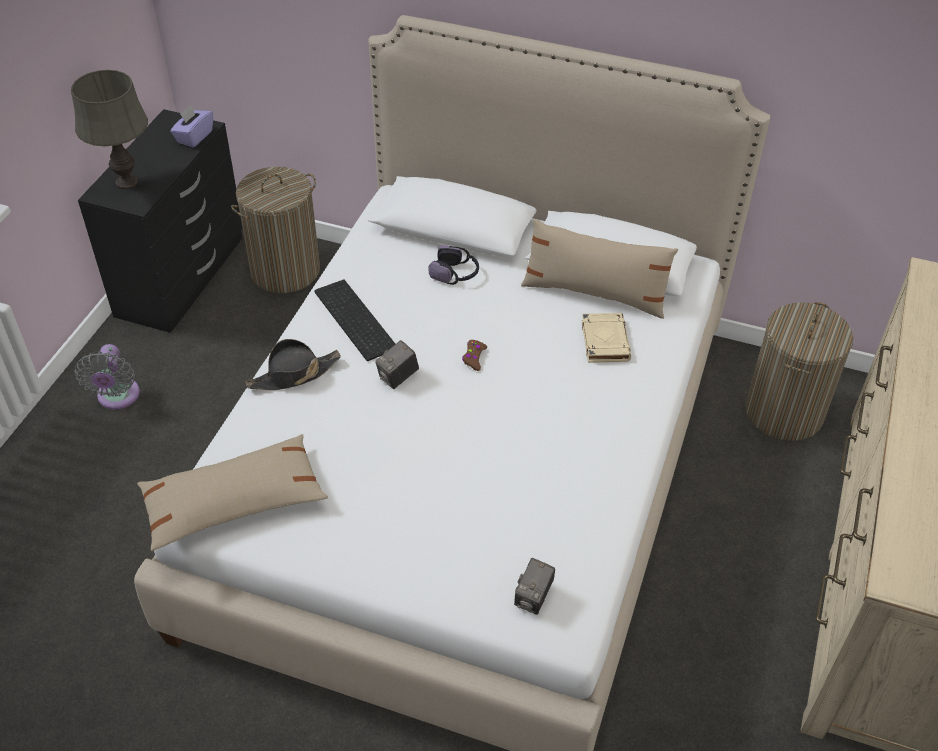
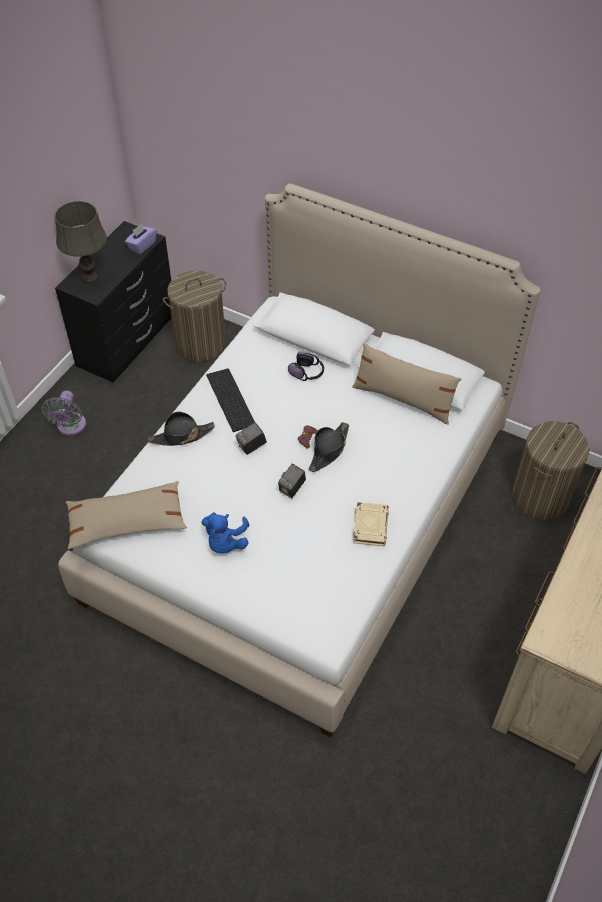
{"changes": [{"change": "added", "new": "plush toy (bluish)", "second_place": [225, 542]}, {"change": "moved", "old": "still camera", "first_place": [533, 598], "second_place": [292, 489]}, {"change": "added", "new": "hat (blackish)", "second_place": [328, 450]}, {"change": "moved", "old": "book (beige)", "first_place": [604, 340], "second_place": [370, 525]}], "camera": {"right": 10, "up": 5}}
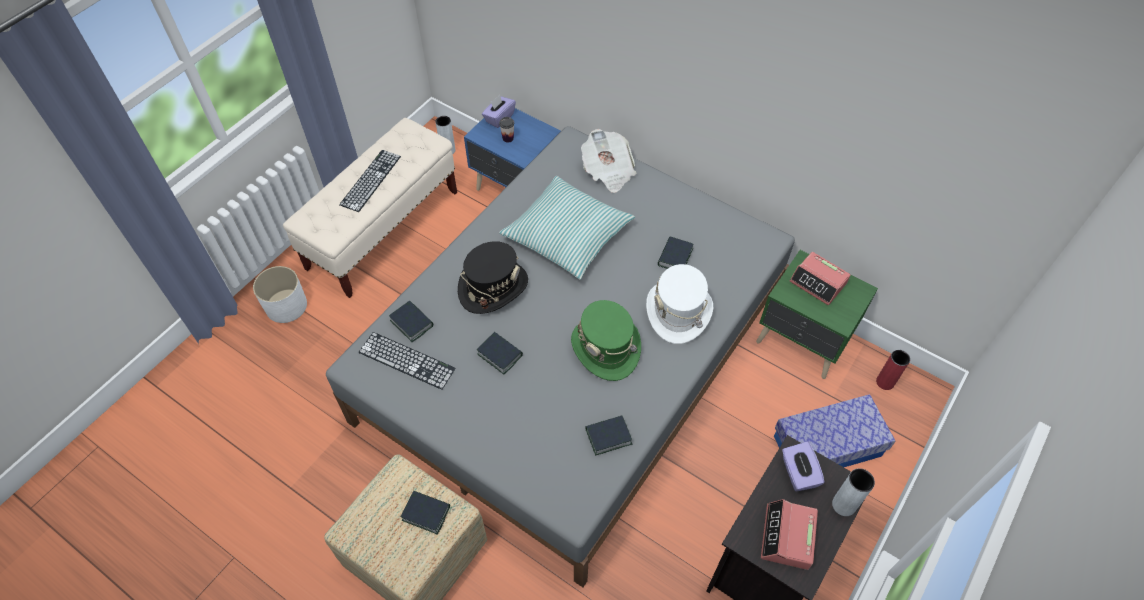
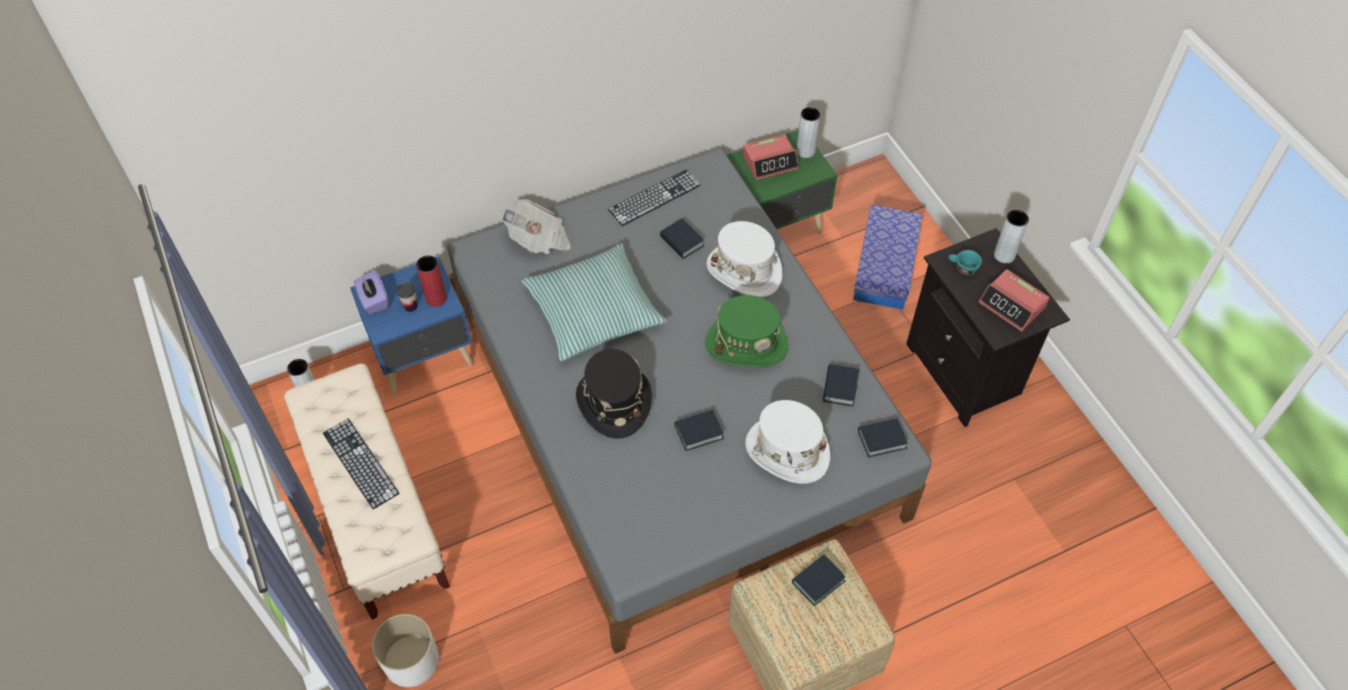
{"changes": [{"change": "moved", "old": "decorative vase (red)", "first_place": [885, 382], "second_place": [436, 298]}, {"change": "moved", "old": "keyboard", "first_place": [407, 360], "second_place": [654, 197]}, {"change": "added", "new": "hat (whitish)", "second_place": [787, 451]}, {"change": "added", "new": "decorative vase (gray)", "second_place": [805, 151]}, {"change": "moved", "old": "book", "first_place": [412, 323], "second_place": [881, 439]}, {"change": "replaced", "old": "tissue holder (purple-coloured)", "new": "cup (turquoise)", "first_place": [798, 473], "second_place": [962, 268]}], "camera": {"right": -60, "up": 0}}
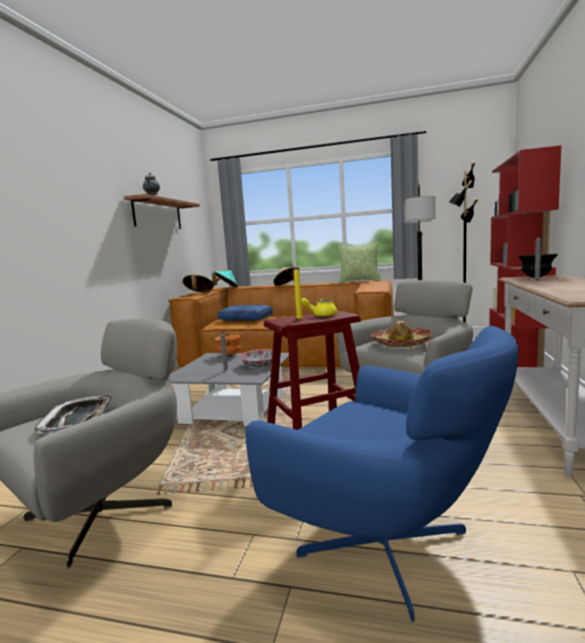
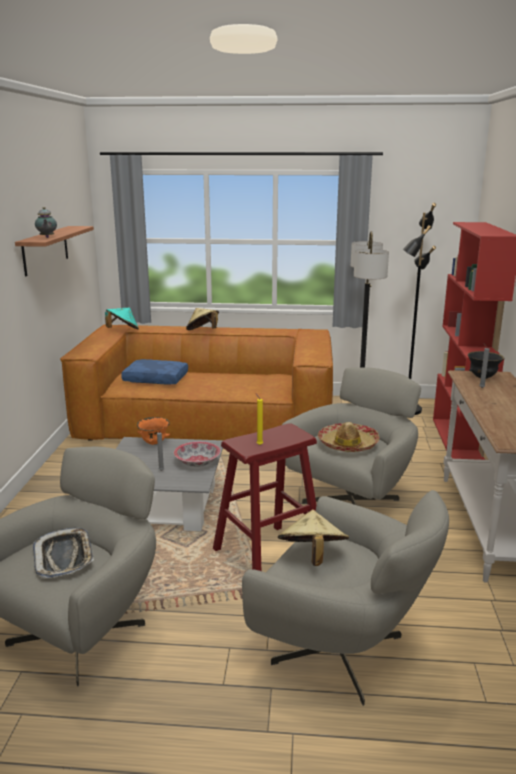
{"changes": [{"change": "recoloured", "old": "armchair (bluish)", "new": "armchair (gray)", "first_place": [389, 548], "second_place": [343, 653]}, {"change": "moved", "old": "hat (beige)", "first_place": [199, 293], "second_place": [312, 556]}, {"change": "removed", "old": "tea pot (yellow-coloured)", "first_place": [321, 315]}, {"change": "removed", "old": "cushion", "first_place": [359, 281]}], "camera": {"right": -10, "up": 10}}
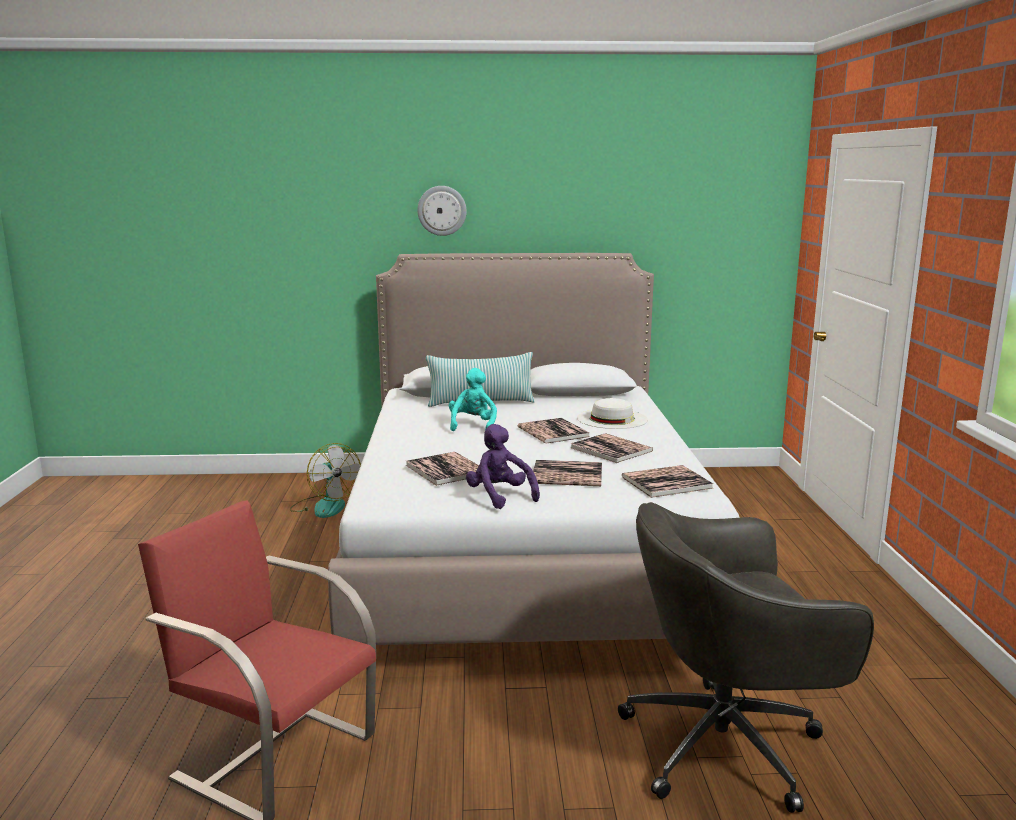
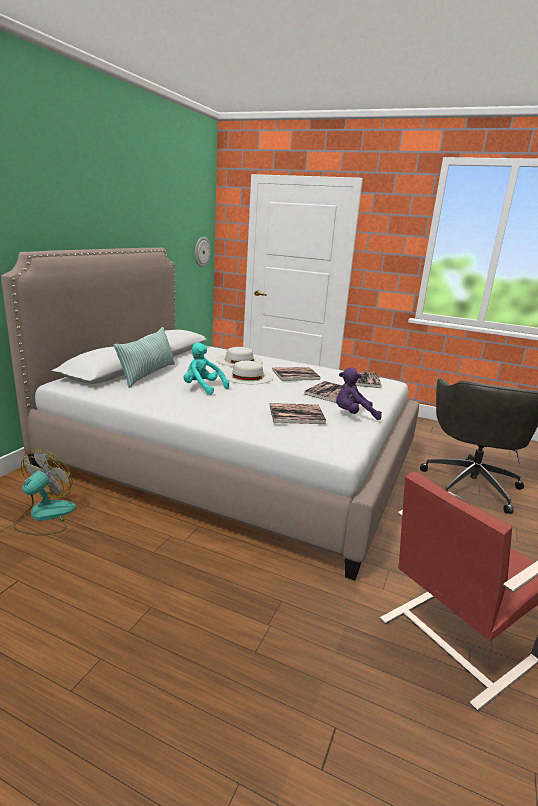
{"changes": [{"change": "turned", "old": "fan", "first_place": [325, 506], "second_place": [45, 516], "degrees": -60}, {"change": "moved", "old": "wall clock", "first_place": [442, 210], "second_place": [201, 252]}, {"change": "replaced", "old": "book", "new": "hat (whitish)", "first_place": [553, 432], "second_place": [247, 376]}], "camera": {"right": -65, "up": 5}}
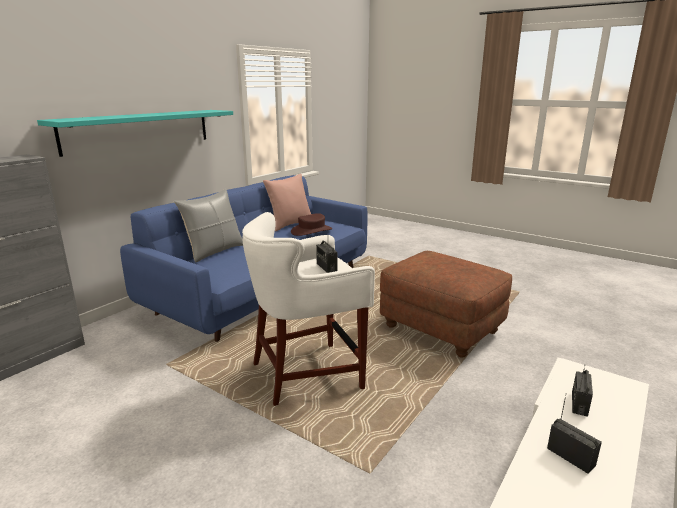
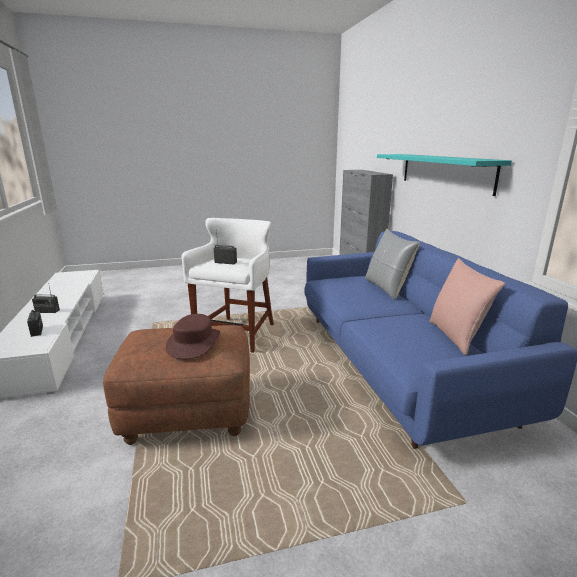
{"changes": [{"change": "moved", "old": "hat (brown)", "first_place": [311, 231], "second_place": [194, 343]}], "camera": {"right": 130, "up": 0}}
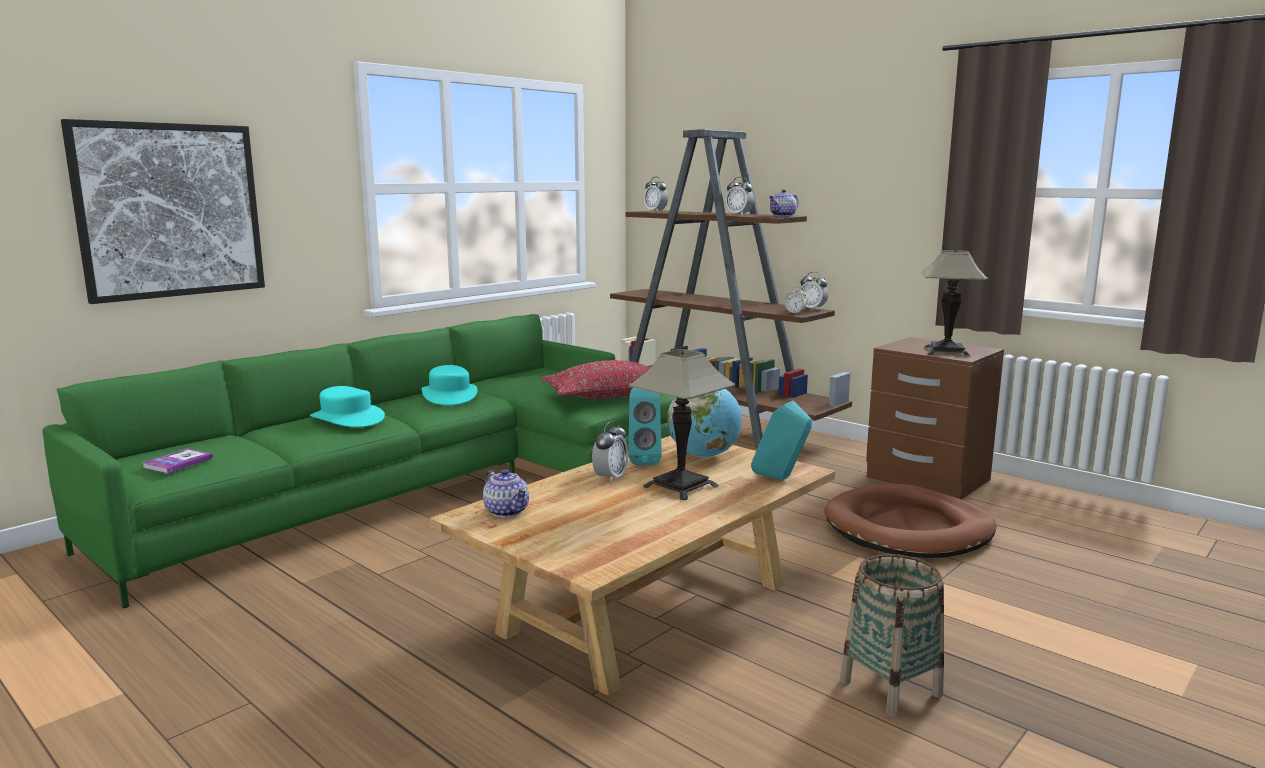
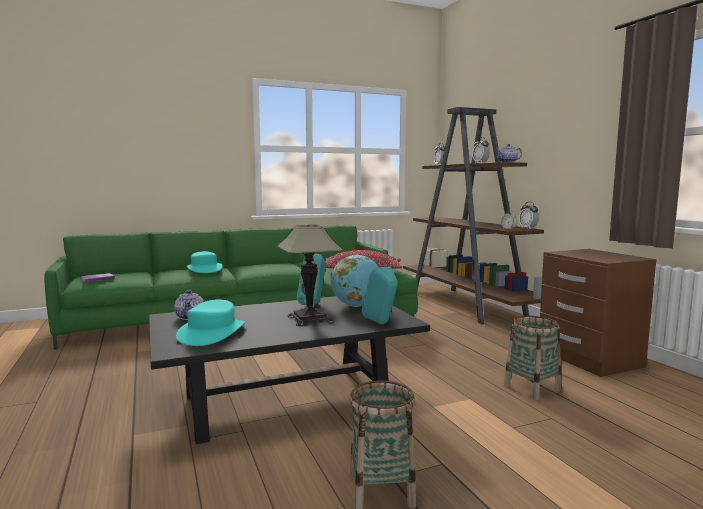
{"changes": [{"change": "recoloured", "old": "low table (beige)", "new": "low table (blackish)", "first_place": [646, 608], "second_place": [286, 400]}, {"change": "moved", "old": "hat (turquoise)", "first_place": [449, 395], "second_place": [212, 333]}, {"change": "replaced", "old": "dog bed (brown)", "new": "basket", "first_place": [908, 529], "second_place": [532, 388]}, {"change": "removed", "old": "picture", "first_place": [170, 210]}, {"change": "removed", "old": "alarm clock", "first_place": [610, 478]}, {"change": "removed", "old": "lamp for a table", "first_place": [946, 351]}], "camera": {"right": 25, "up": -5}}
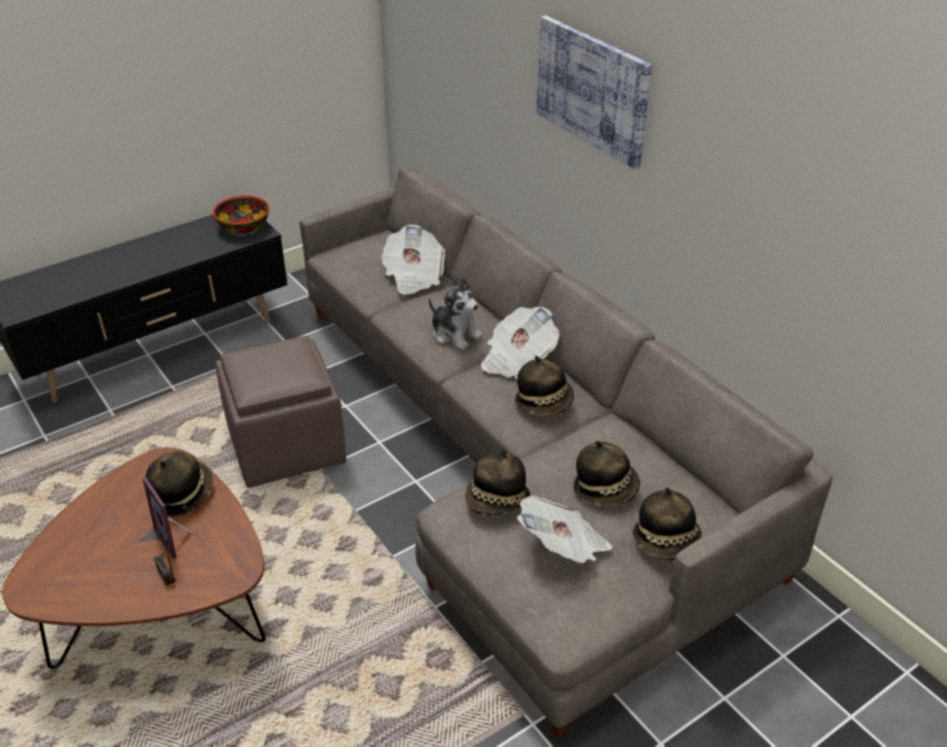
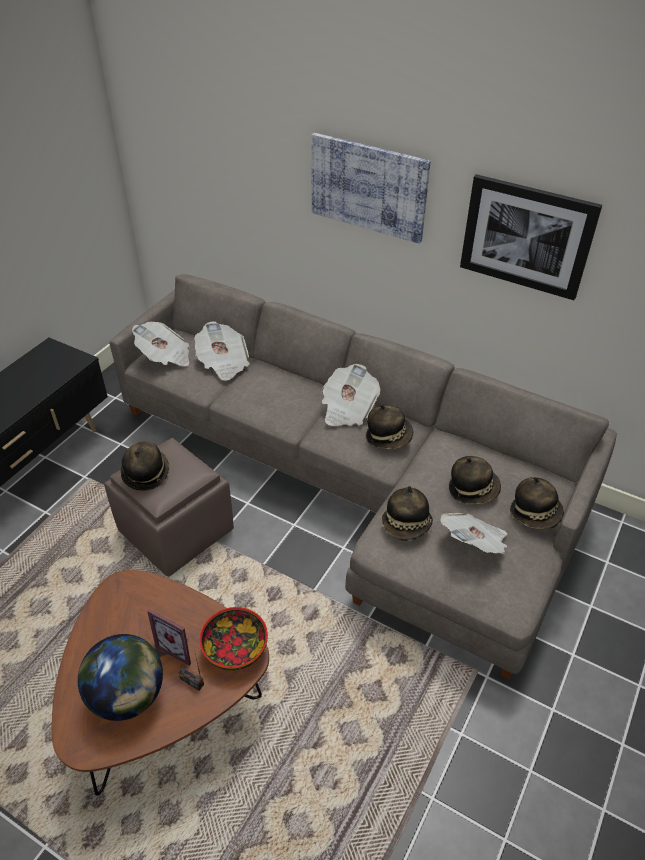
{"changes": [{"change": "added", "new": "desk globe", "second_place": [128, 696]}, {"change": "moved", "old": "hat", "first_place": [181, 493], "second_place": [146, 473]}, {"change": "added", "new": "newspaper", "second_place": [165, 356]}, {"change": "moved", "old": "deep dish", "first_place": [243, 226], "second_place": [234, 648]}, {"change": "added", "new": "picture", "second_place": [526, 236]}, {"change": "removed", "old": "plush toy", "first_place": [455, 334]}], "camera": {"right": -25, "up": 5}}
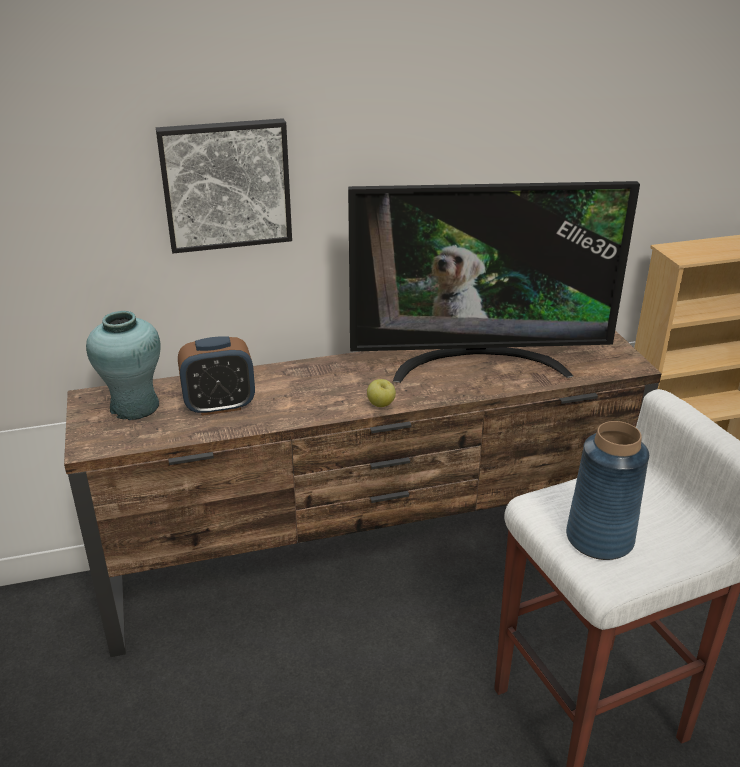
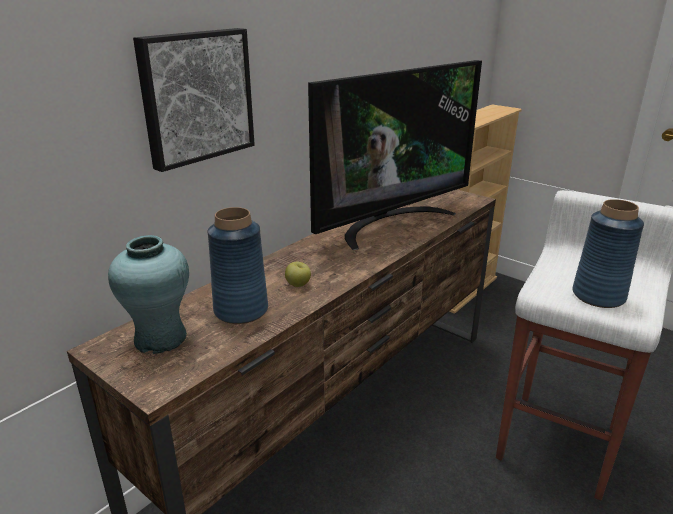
{"changes": [{"change": "replaced", "old": "alarm clock", "new": "decorative vase (bluish)", "first_place": [219, 406], "second_place": [241, 310]}, {"change": "moved", "old": "apple", "first_place": [381, 405], "second_place": [298, 285]}], "camera": {"right": -35, "up": -5}}
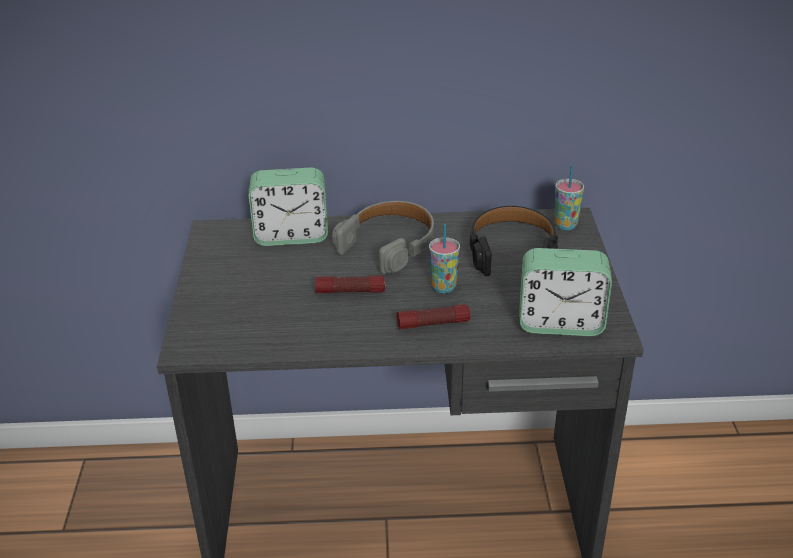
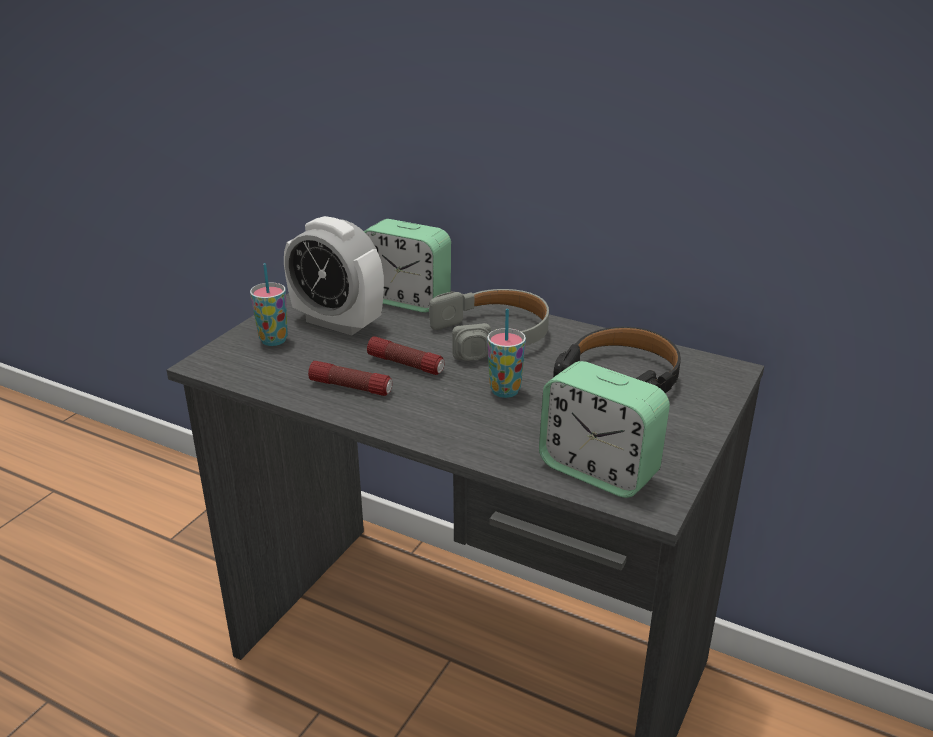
{"changes": [{"change": "moved", "old": "cup", "first_place": [565, 225], "second_place": [273, 340]}, {"change": "added", "new": "alarm clock", "second_place": [337, 322]}, {"change": "moved", "old": "torch", "first_place": [433, 324], "second_place": [351, 387]}], "camera": {"right": 30, "up": -5}}
